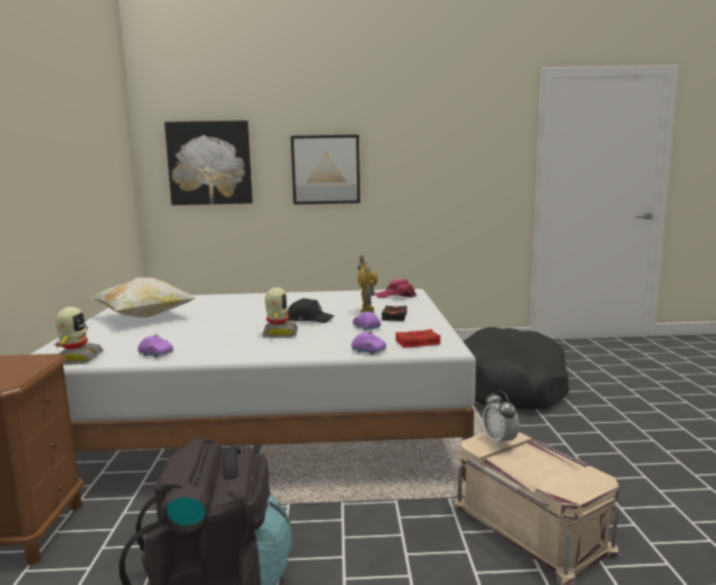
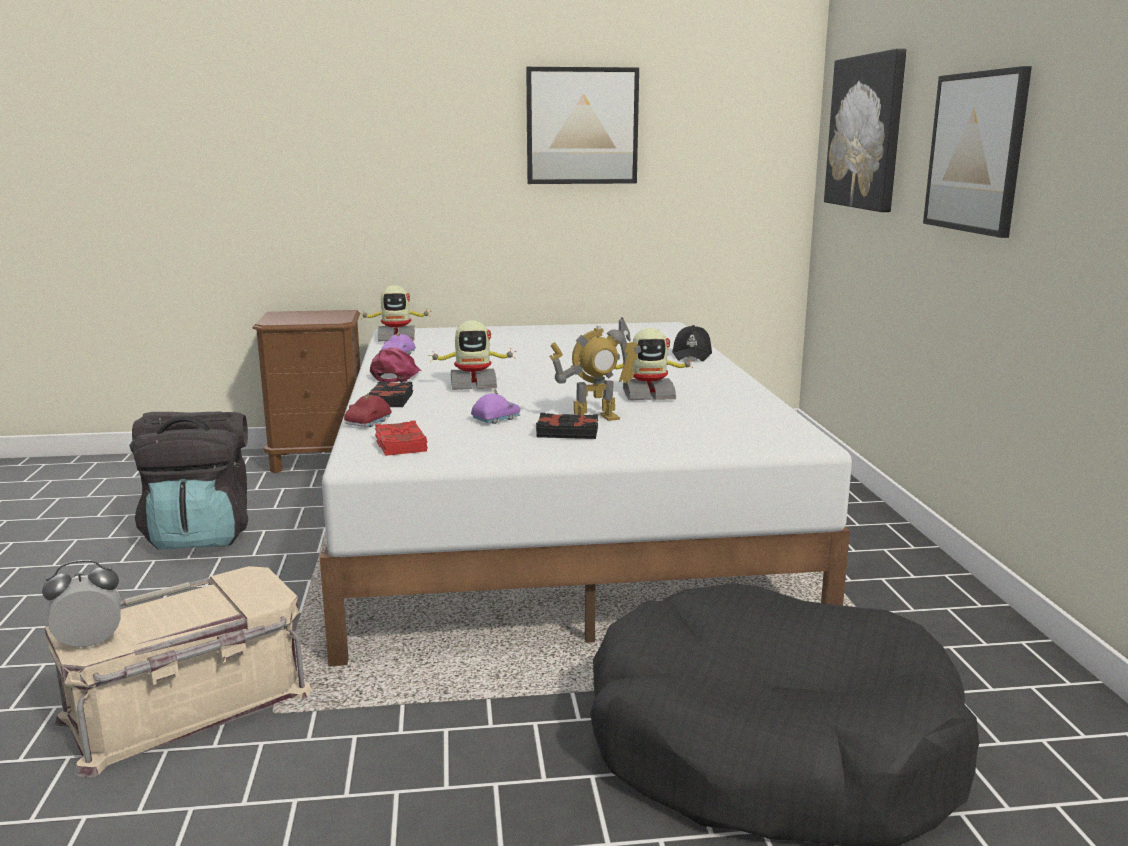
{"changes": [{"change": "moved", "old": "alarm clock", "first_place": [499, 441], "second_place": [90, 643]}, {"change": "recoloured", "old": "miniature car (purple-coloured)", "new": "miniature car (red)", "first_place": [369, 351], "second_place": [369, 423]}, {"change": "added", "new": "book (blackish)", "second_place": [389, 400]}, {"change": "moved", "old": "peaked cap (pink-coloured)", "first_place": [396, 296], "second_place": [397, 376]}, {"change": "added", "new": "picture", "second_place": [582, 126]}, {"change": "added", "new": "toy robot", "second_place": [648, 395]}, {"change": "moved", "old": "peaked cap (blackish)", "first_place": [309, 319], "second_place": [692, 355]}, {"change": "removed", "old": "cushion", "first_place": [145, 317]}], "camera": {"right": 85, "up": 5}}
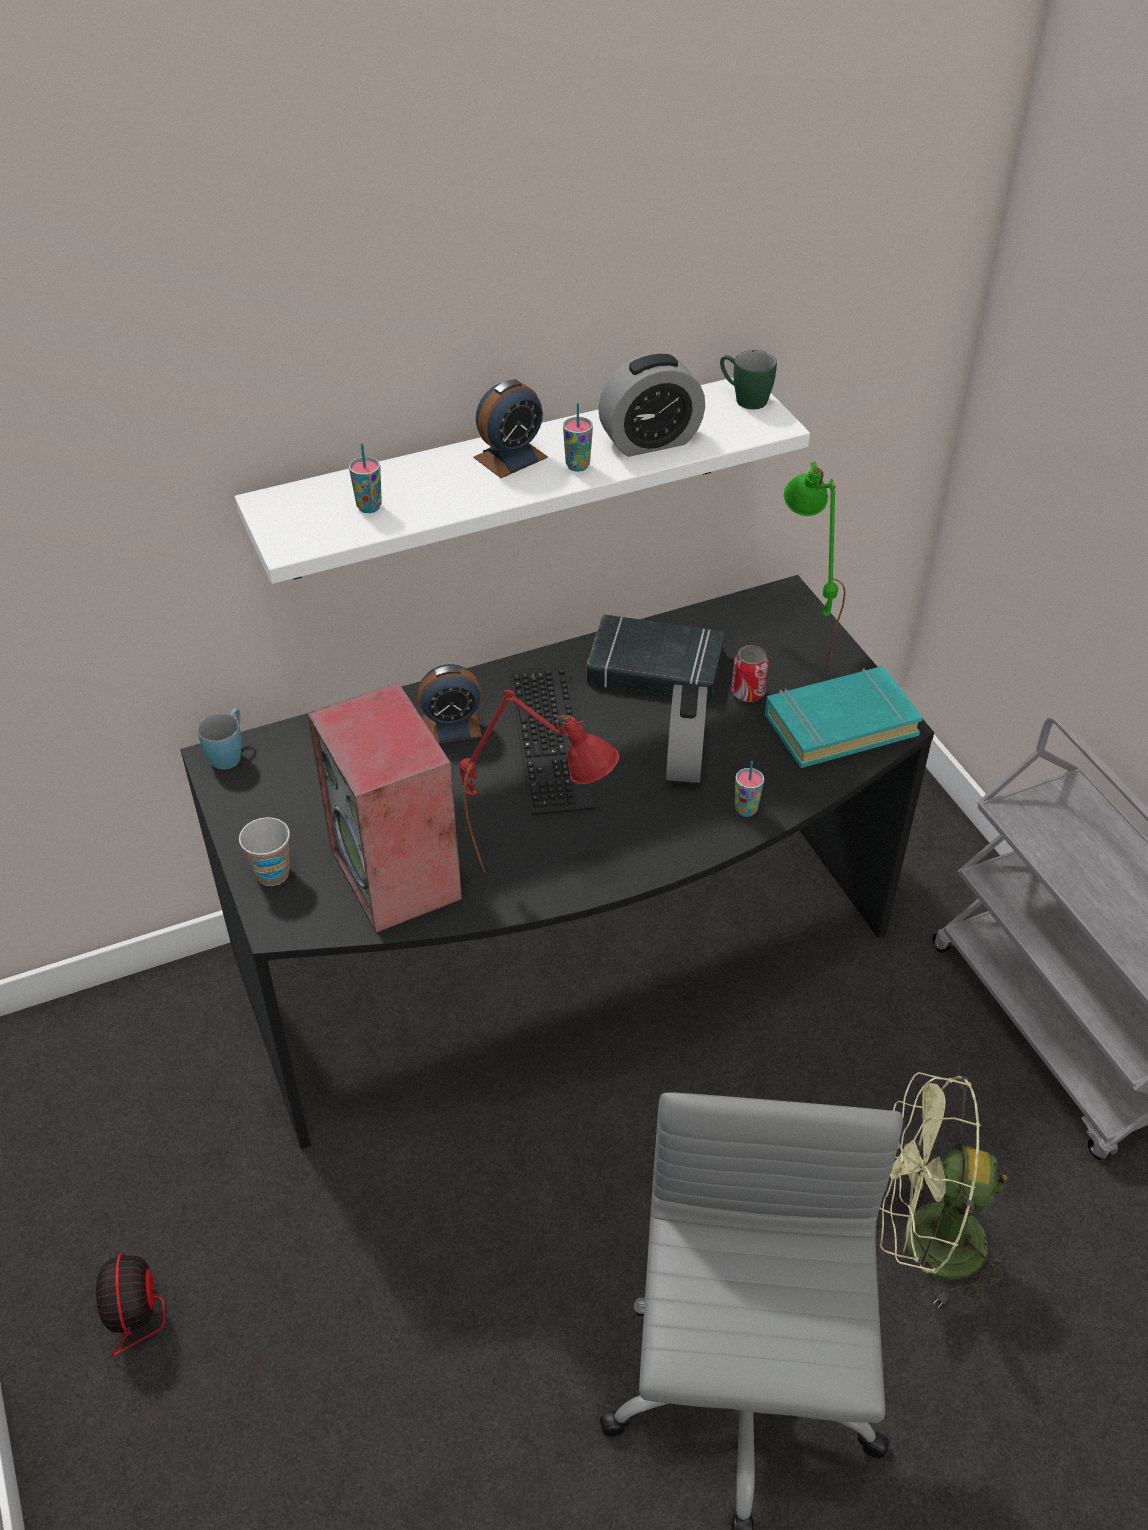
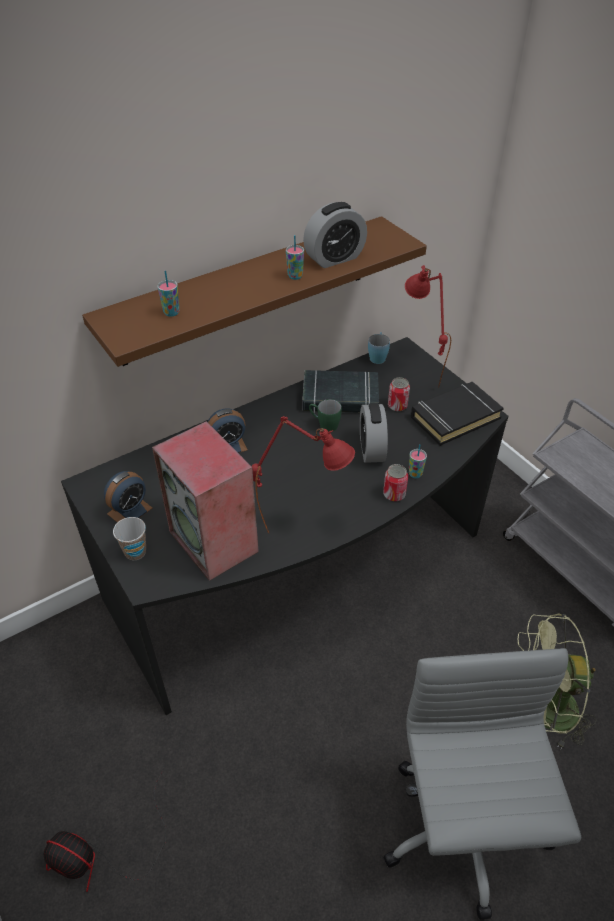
{"changes": [{"change": "turned", "old": "fan", "first_place": [167, 1338], "second_place": [103, 854], "degrees": -45}, {"change": "recoloured", "old": "wall shelf (whitish)", "new": "wall shelf (brown)", "first_place": [507, 477], "second_place": [247, 290]}, {"change": "moved", "old": "alarm clock", "first_place": [510, 457], "second_place": [129, 511]}, {"change": "moved", "old": "coffee mug (greenish)", "first_place": [744, 399], "second_place": [324, 425]}, {"change": "moved", "old": "coffee mug (bluish)", "first_place": [229, 753], "second_place": [378, 356]}, {"change": "added", "new": "sealed can", "second_place": [394, 494]}, {"change": "recoloured", "old": "lamp for a table (greenish)", "new": "lamp for a table (red)", "first_place": [800, 640], "second_place": [419, 373]}, {"change": "recoloured", "old": "book (turquoise)", "new": "book (blackish)", "first_place": [840, 724], "second_place": [454, 417]}, {"change": "removed", "old": "keyboard", "first_place": [555, 738]}], "camera": {"right": -10, "up": 0}}
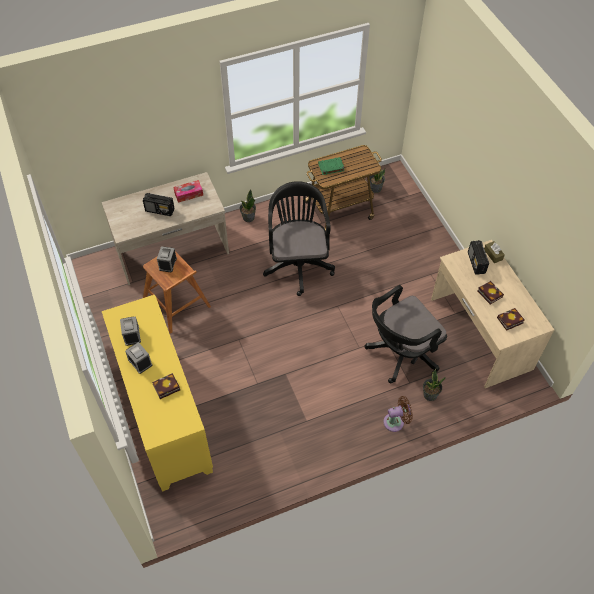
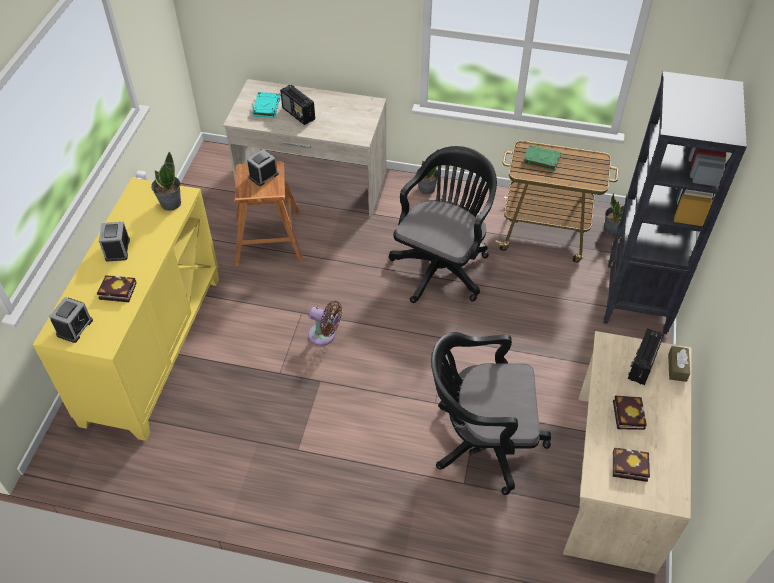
{"changes": [{"change": "moved", "old": "alarm clock", "first_place": [132, 335], "second_place": [75, 327]}, {"change": "moved", "old": "houseplant", "first_place": [430, 395], "second_place": [170, 203]}, {"change": "added", "new": "book (turquoise)", "second_place": [266, 107]}, {"change": "moved", "old": "fan (brown)", "first_place": [396, 422], "second_place": [324, 335]}, {"change": "added", "new": "bookcase (blackish)", "second_place": [636, 299]}, {"change": "removed", "old": "tissue holder", "first_place": [188, 194]}], "camera": {"right": 35, "up": -5}}
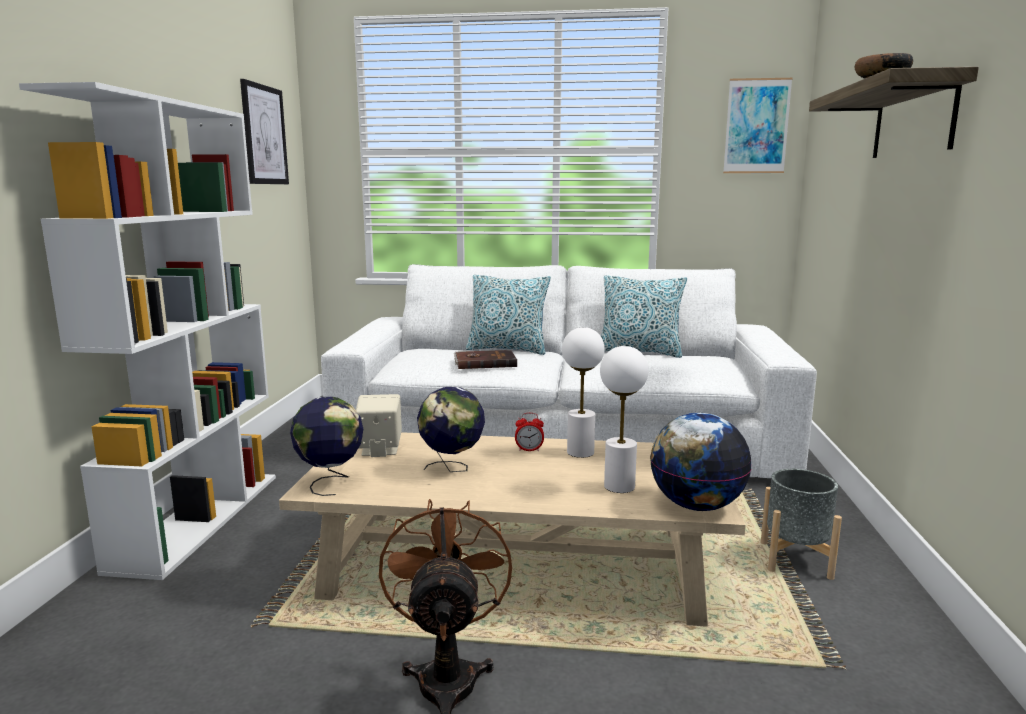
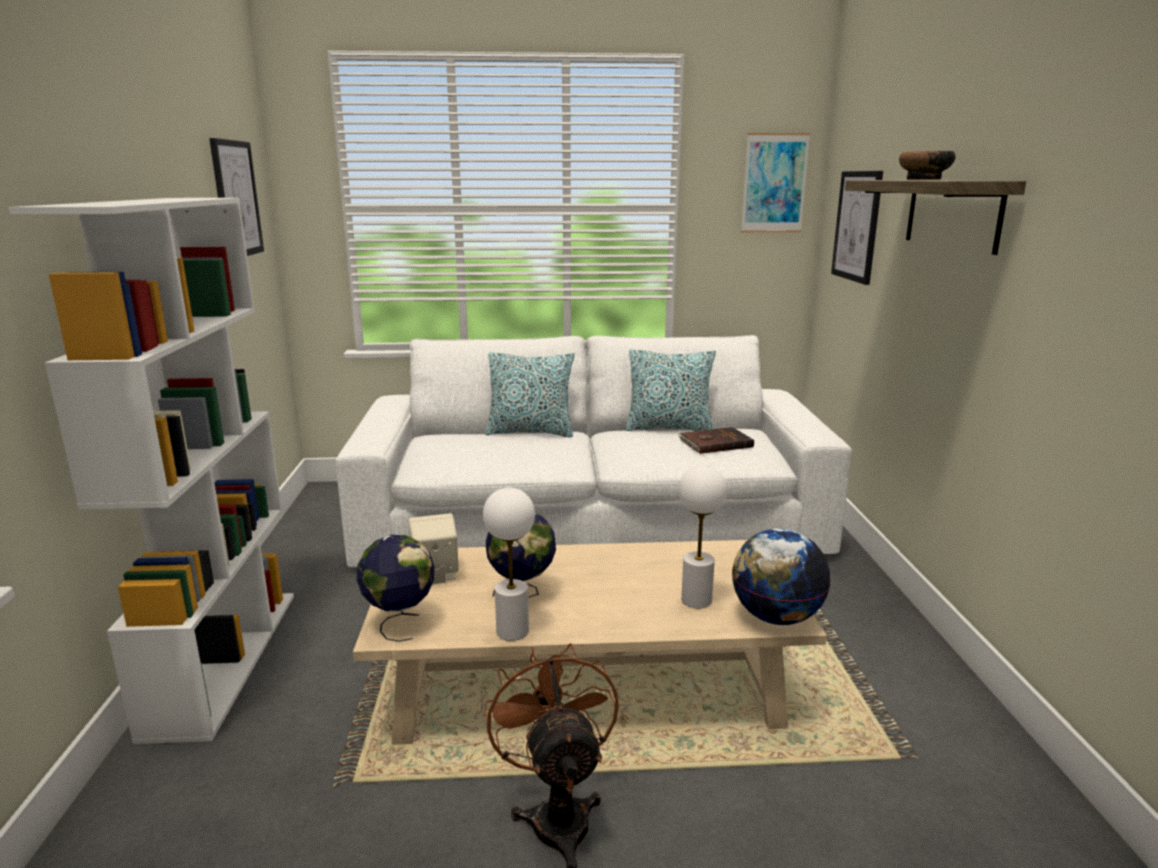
{"changes": [{"change": "moved", "old": "lamp for a table (whitish)", "first_place": [580, 452], "second_place": [513, 631]}, {"change": "moved", "old": "book (brown)", "first_place": [484, 362], "second_place": [715, 443]}, {"change": "added", "new": "picture", "second_place": [857, 226]}, {"change": "removed", "old": "alarm clock", "first_place": [529, 450]}, {"change": "removed", "old": "planter (gray)", "first_place": [795, 560]}], "camera": {"right": -10, "up": 5}}
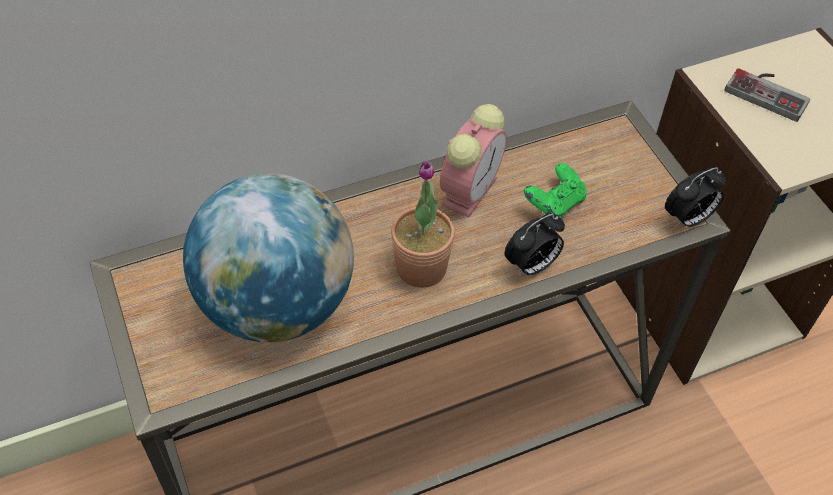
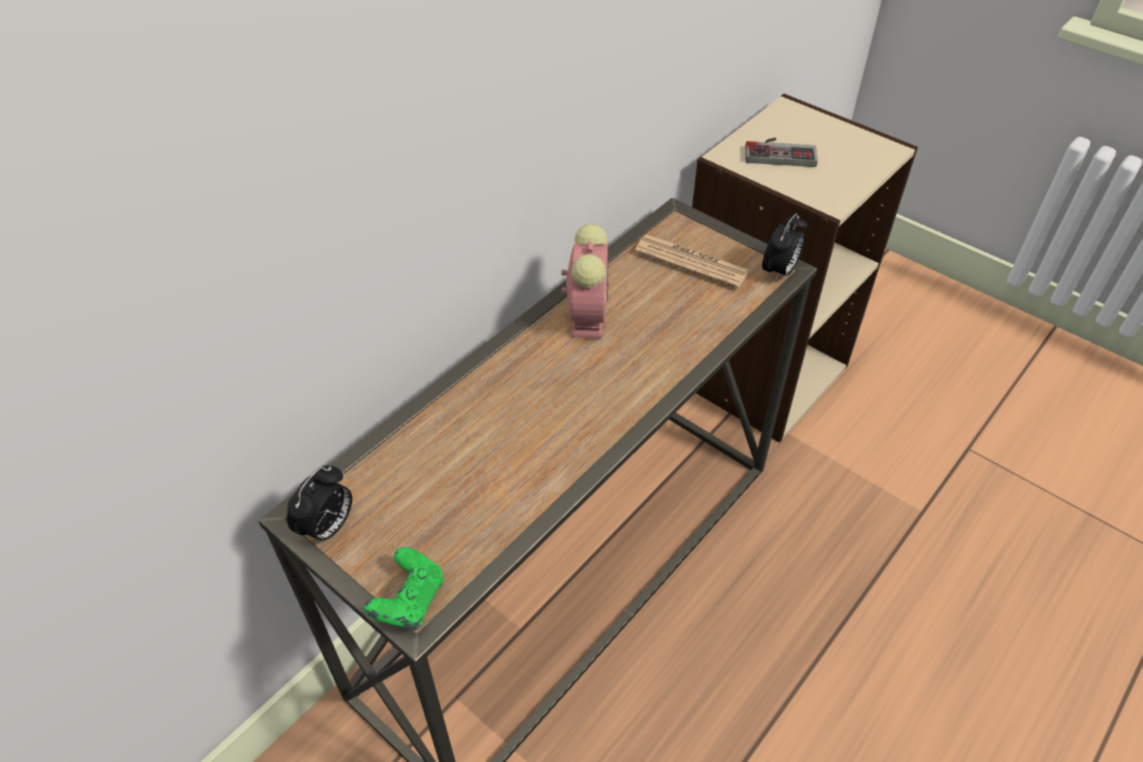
{"changes": [{"change": "moved", "old": "alarm clock", "first_place": [531, 266], "second_place": [328, 528]}, {"change": "moved", "old": "game controller (greenish)", "first_place": [554, 204], "second_place": [409, 601]}, {"change": "added", "new": "newspaper", "second_place": [691, 262]}, {"change": "removed", "old": "desk globe", "first_place": [277, 304]}, {"change": "removed", "old": "houseplant", "first_place": [421, 268]}], "camera": {"right": -25, "up": -5}}
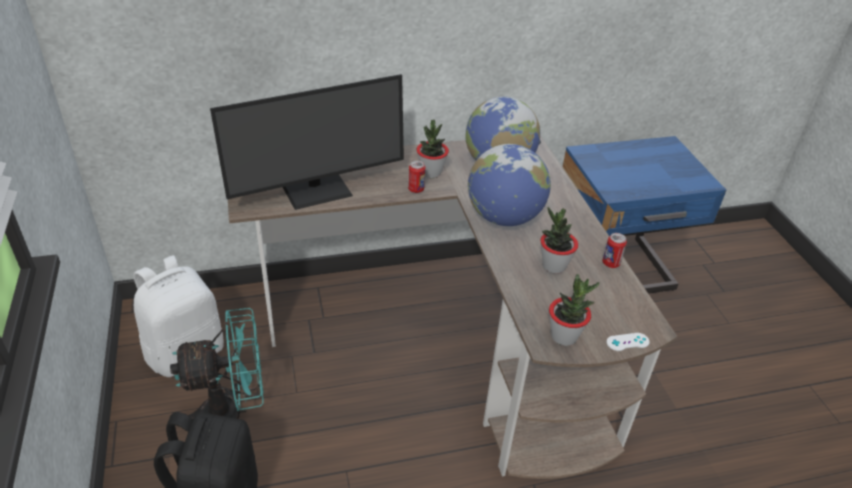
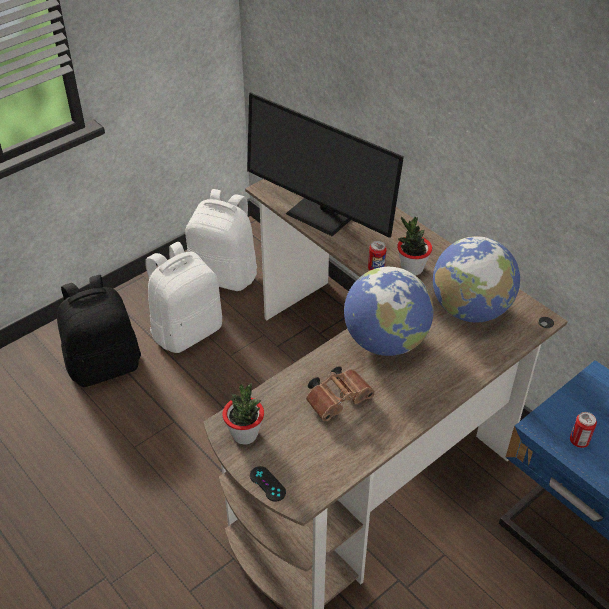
{"changes": [{"change": "replaced", "old": "fan (turquoise)", "new": "backpack (whitish)", "first_place": [233, 413], "second_place": [186, 330]}, {"change": "recoloured", "old": "game controller (whitish)", "new": "game controller (blackish)", "first_place": [627, 342], "second_place": [267, 484]}, {"change": "replaced", "old": "houseplant", "new": "binoculars (brown)", "first_place": [553, 266], "second_place": [339, 399]}, {"change": "moved", "old": "sealed can", "first_place": [610, 263], "second_place": [579, 441]}], "camera": {"right": 65, "up": 5}}
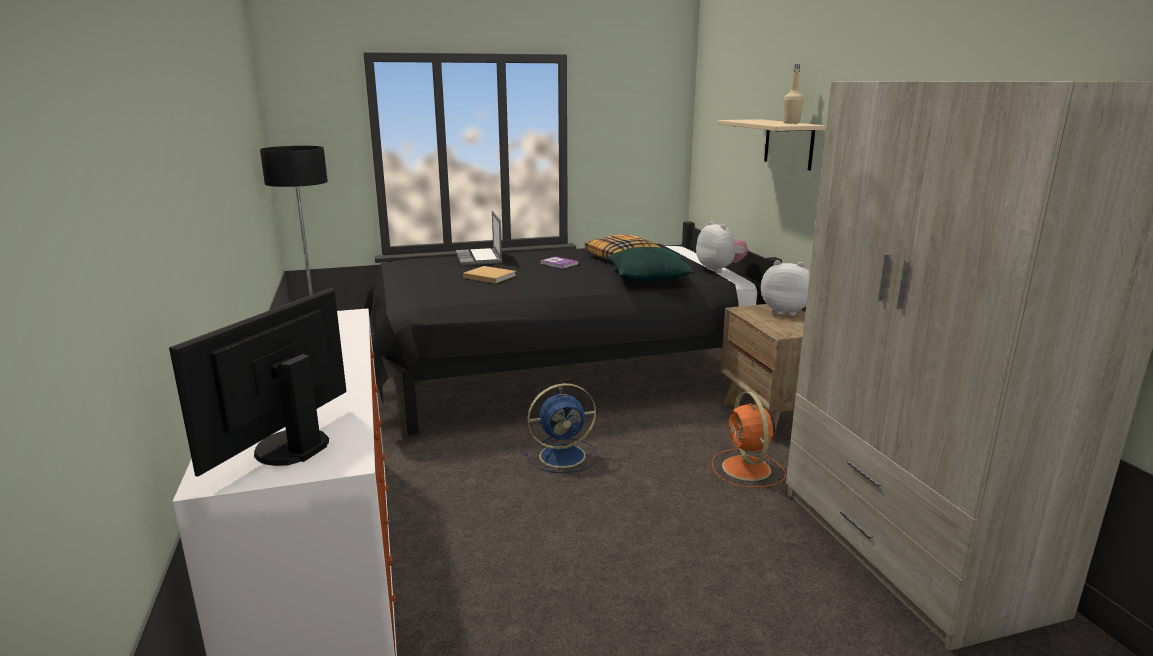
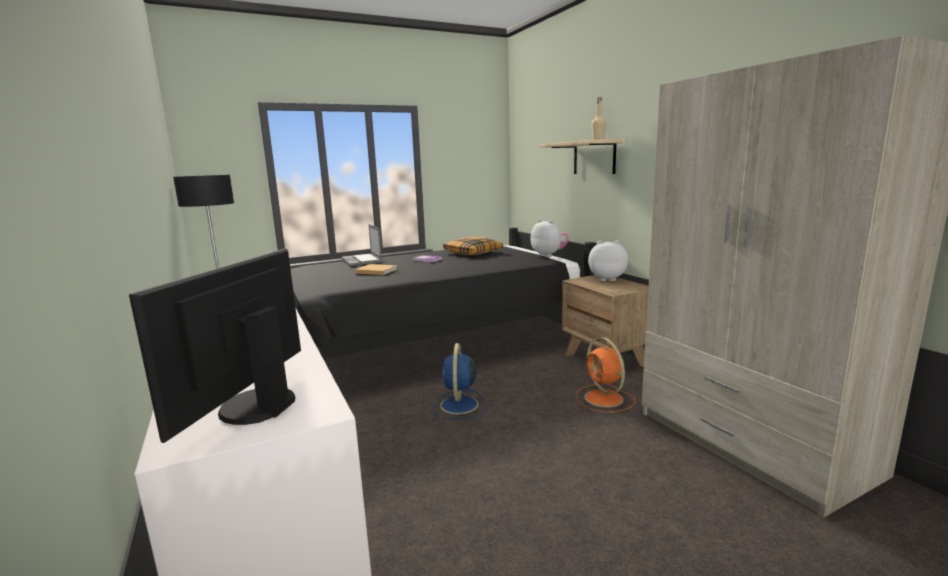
{"changes": [{"change": "turned", "old": "fan (bluish)", "first_place": [564, 455], "second_place": [459, 406], "degrees": 120}, {"change": "removed", "old": "cushion (greenish)", "first_place": [649, 278]}], "camera": {"right": -10, "up": -5}}
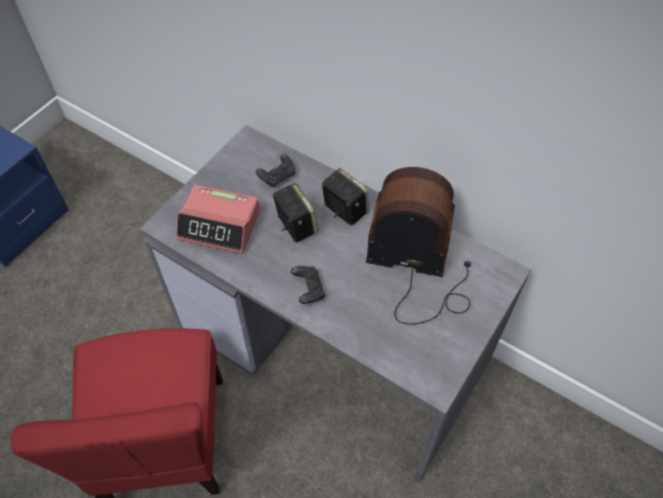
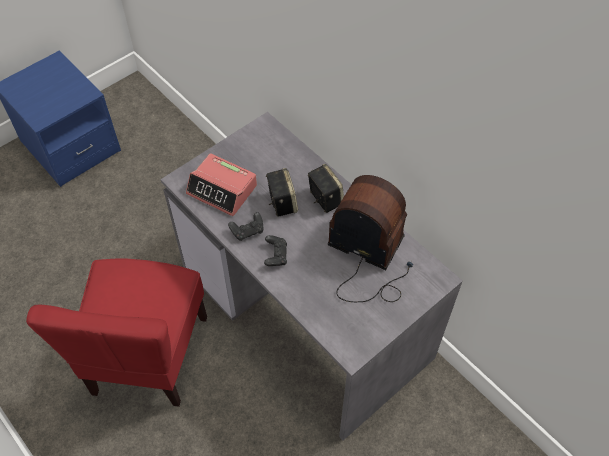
{"changes": [{"change": "moved", "old": "game controller (blackish)", "first_place": [277, 176], "second_place": [248, 231]}], "camera": {"right": 15, "up": 0}}
